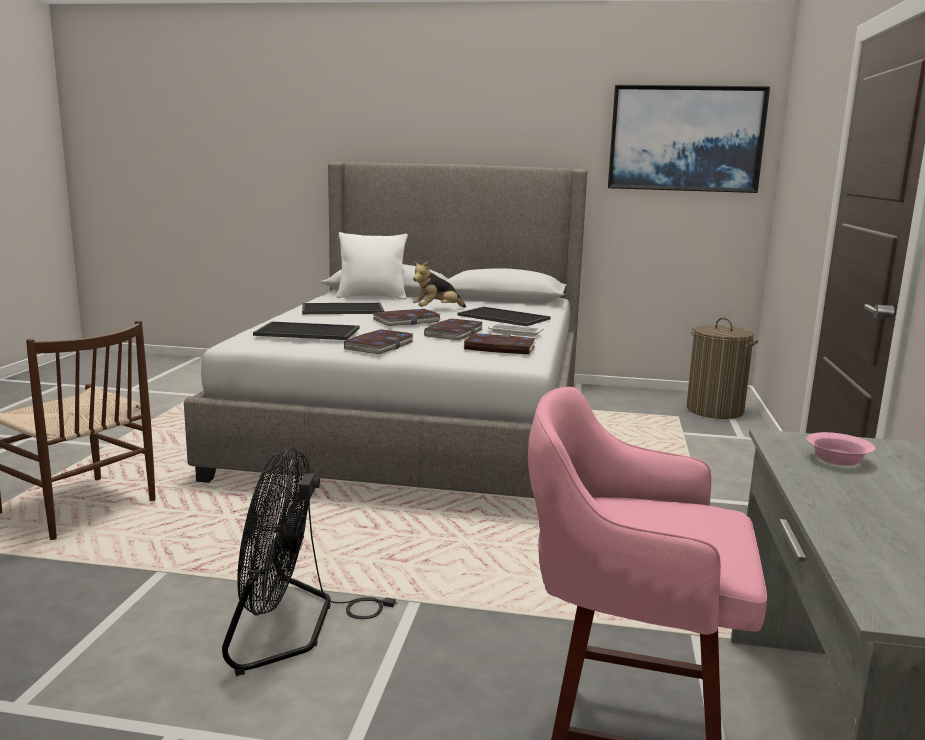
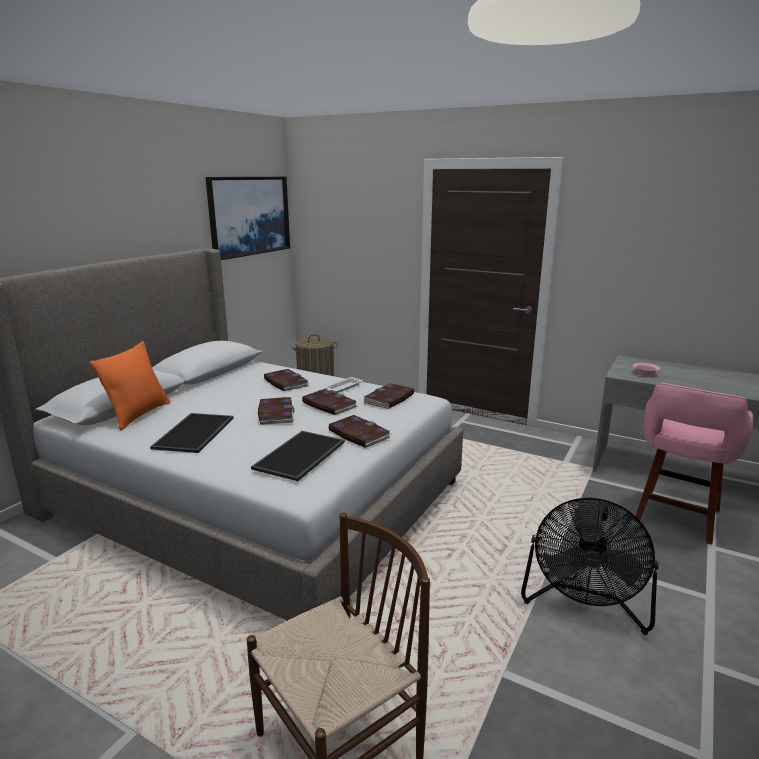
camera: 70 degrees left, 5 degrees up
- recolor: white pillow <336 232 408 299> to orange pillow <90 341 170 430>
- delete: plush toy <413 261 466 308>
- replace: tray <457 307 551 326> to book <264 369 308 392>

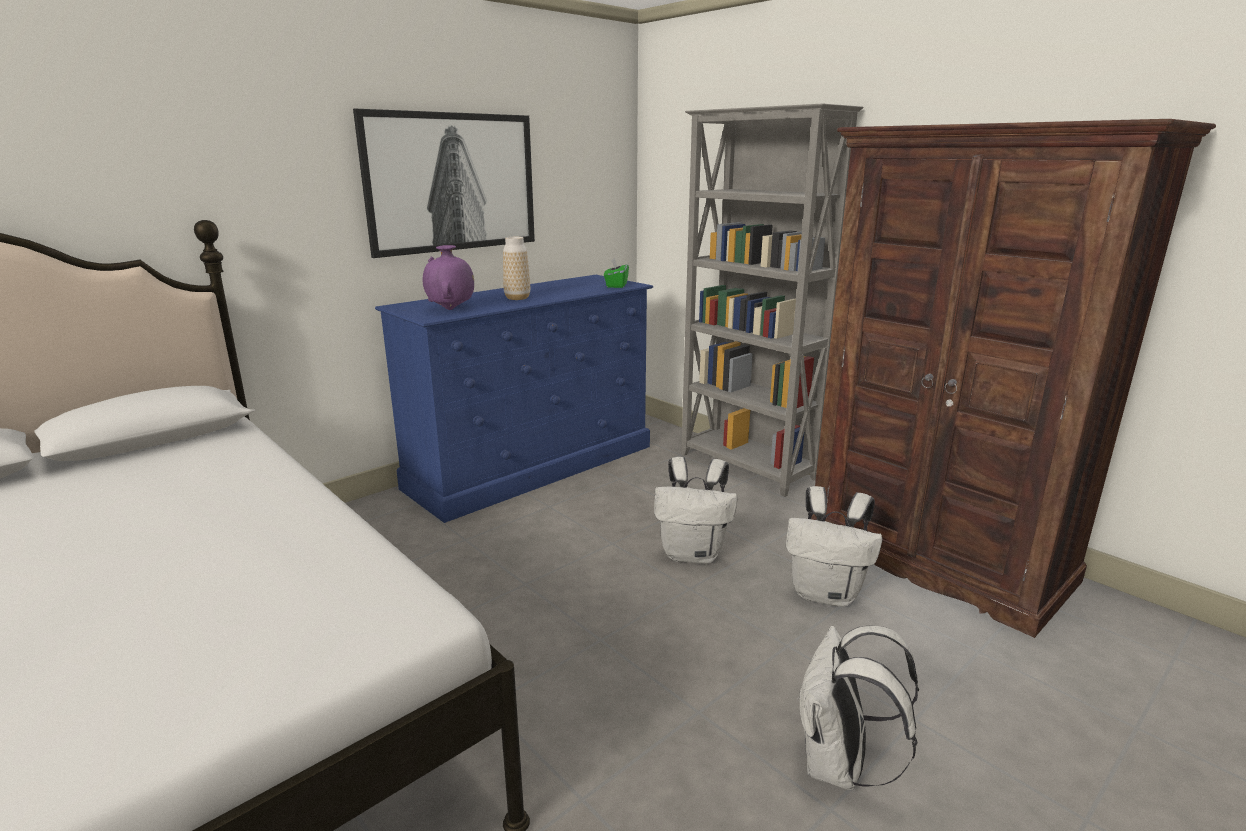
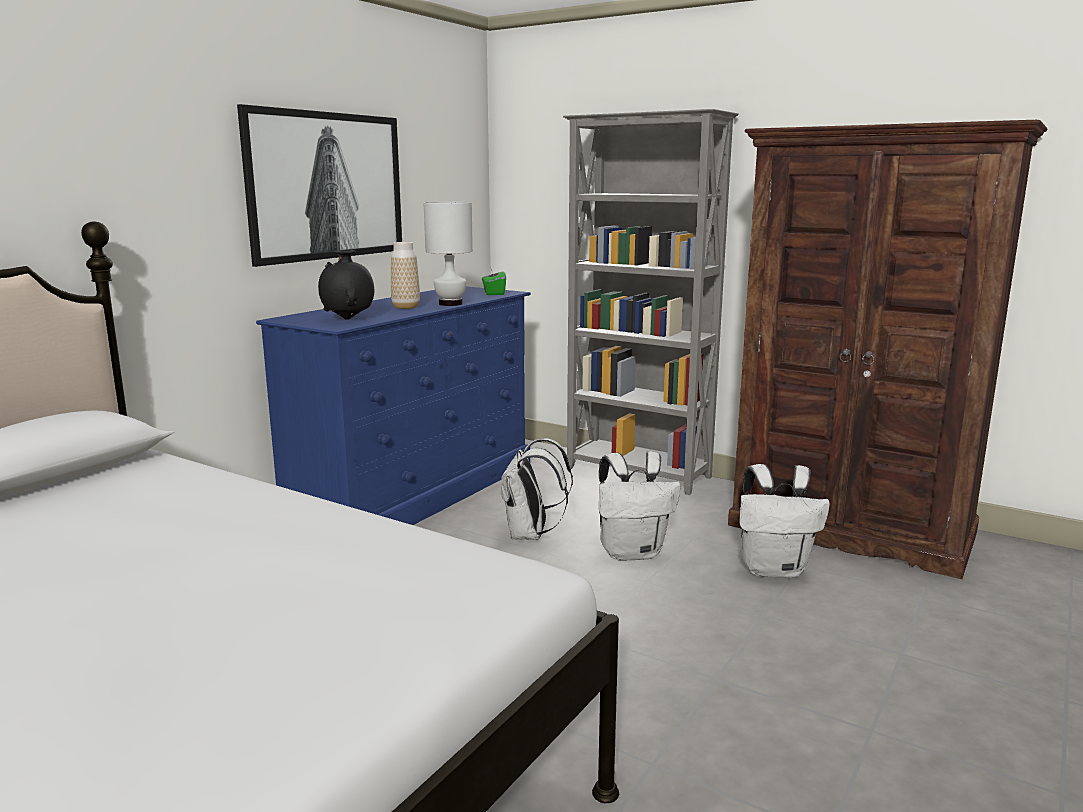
camera: 15 degrees left, 5 degrees down
- recolor: purple vase <422 245 474 310> to black vase <318 250 374 320>
- move: white backpack <797 626 919 790> to <500 438 573 540>
- insert: white table lamp <424 202 473 306>

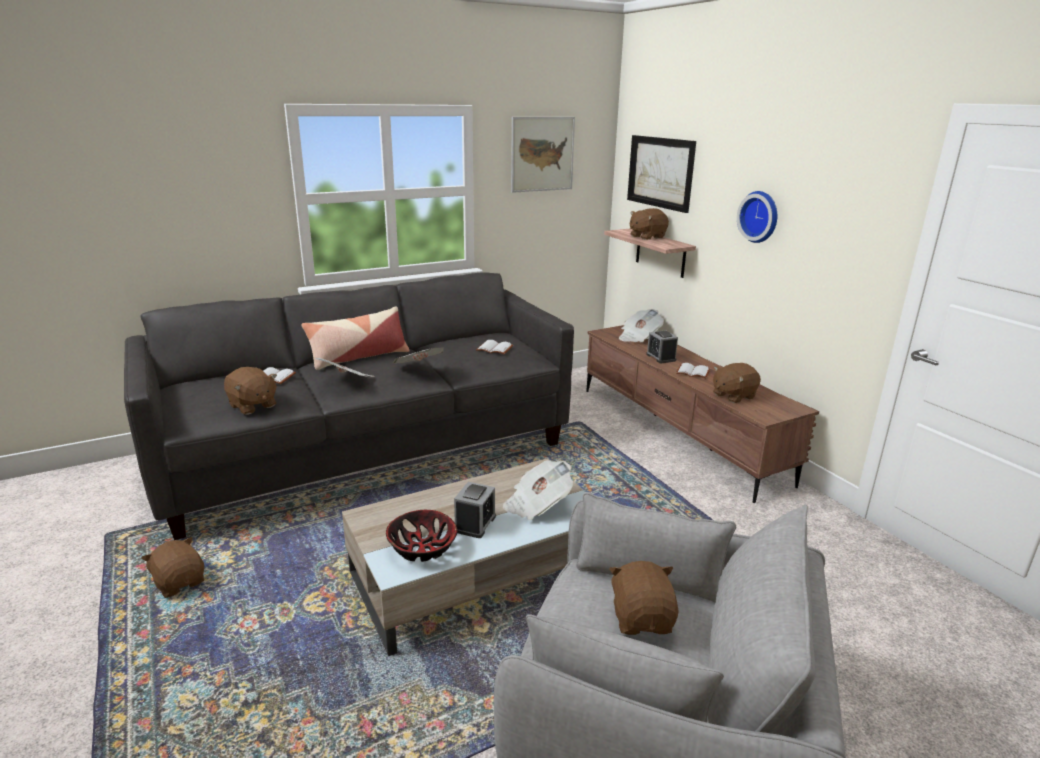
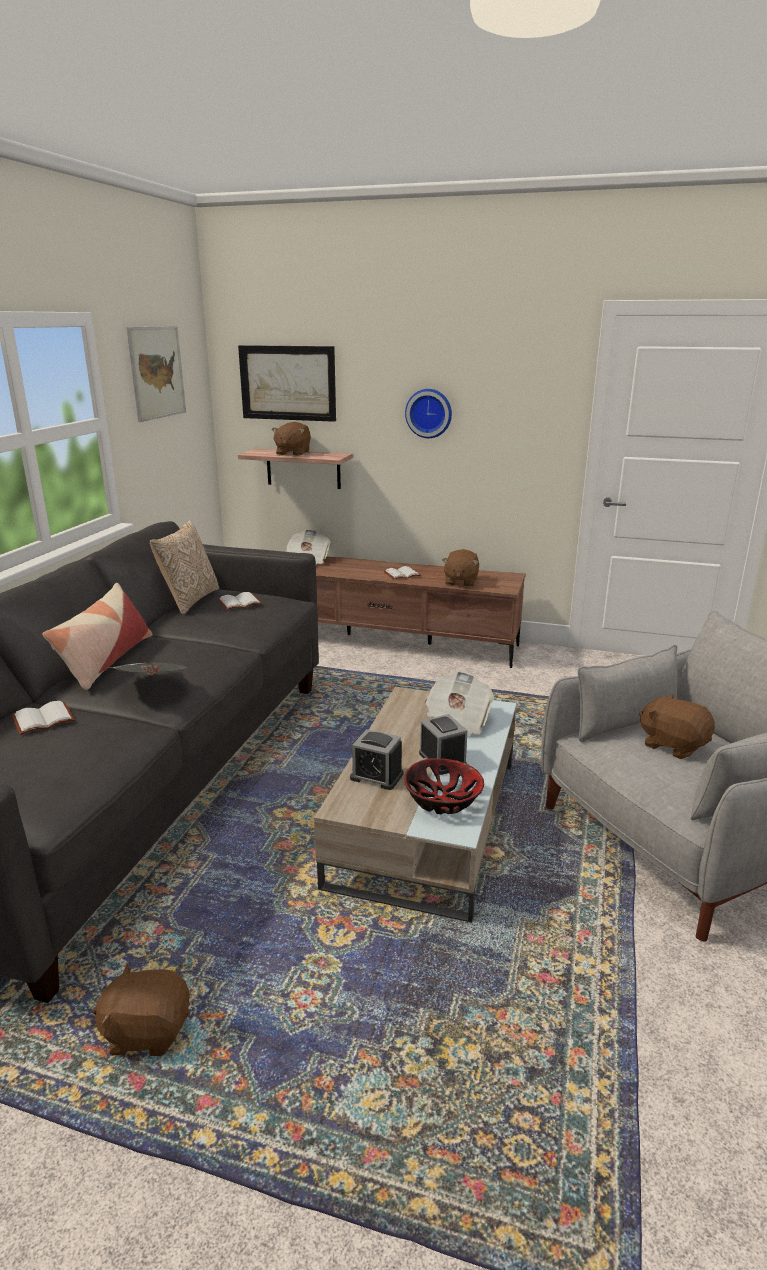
camera: 45 degrees left, 0 degrees up
- move: alarm clock <646 330 678 363> to <350 729 404 790>
- delete: newspaper <393 348 444 364>
- delete: brown plush toy <224 367 277 415>
- insert: pillow <150 520 219 615>

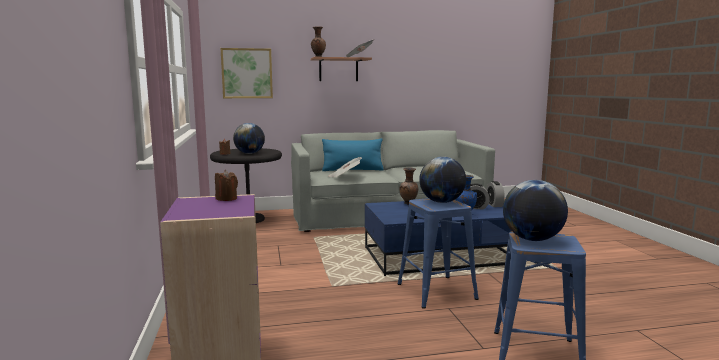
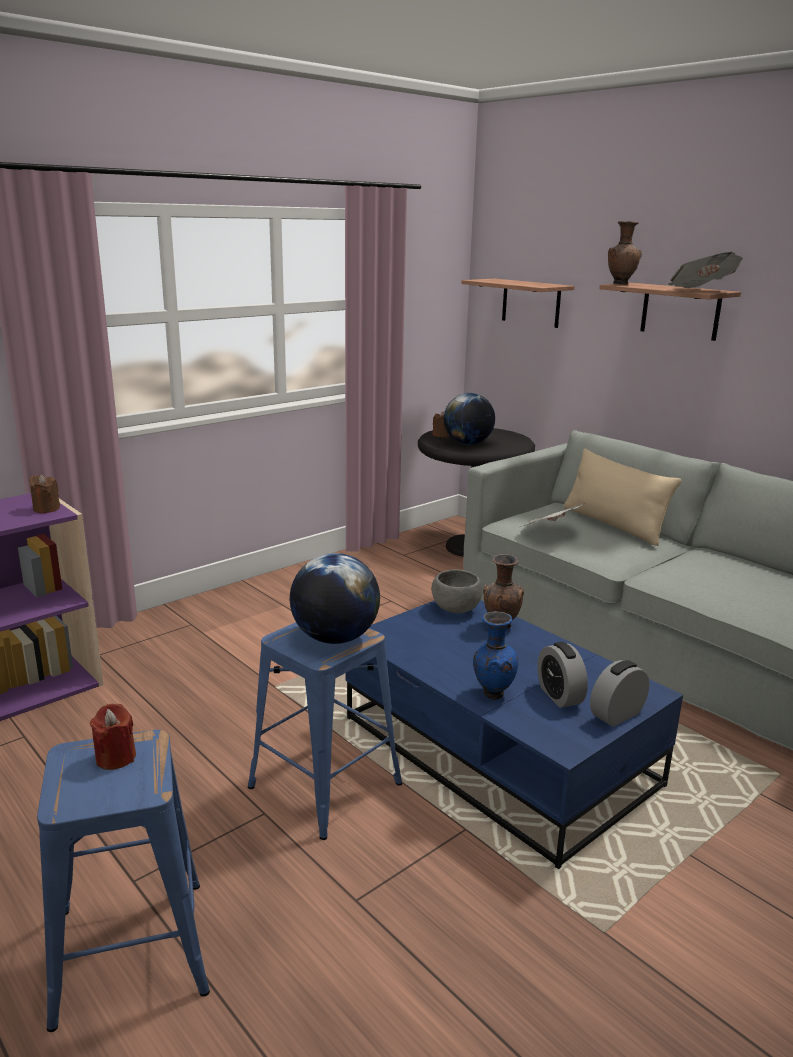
camera: 60 degrees right, 10 degrees up
- replace: picture <220 48 273 98> to shelf <461 279 574 328>
- recolor: blue pillow <322 138 384 171> to beige pillow <563 448 682 546>
- replace: globe <503 180 568 241> to red candle <90 704 136 770>
- insert: grey bowl <431 569 483 613>

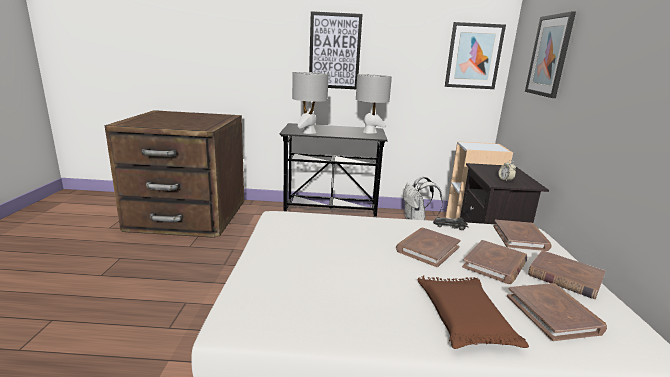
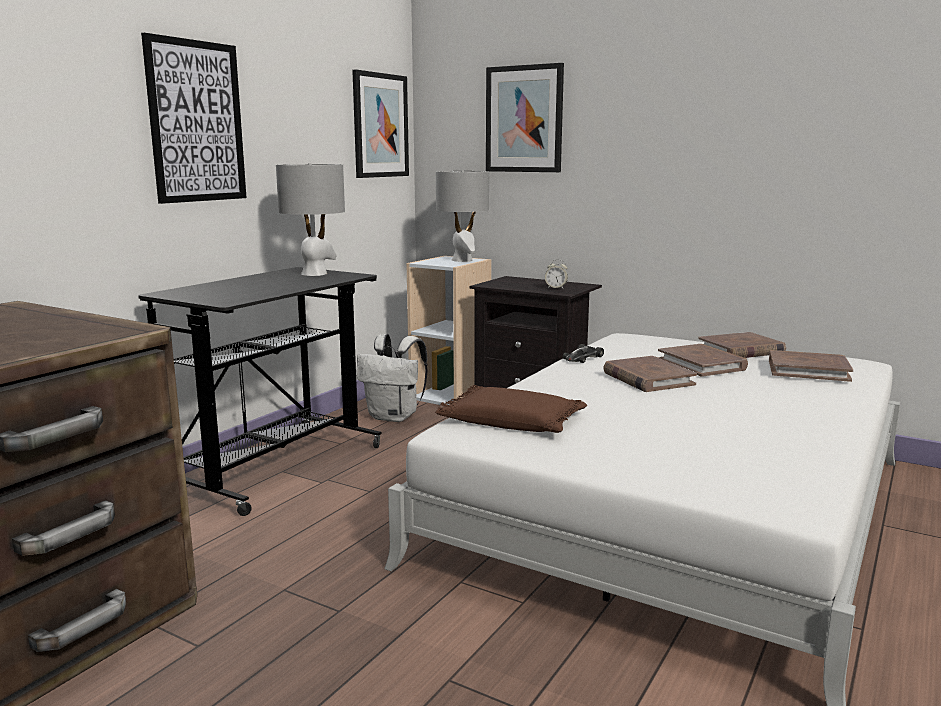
camera: 60 degrees left, 5 degrees down
- move: grey table lamp <292 72 329 134> to <436 170 489 262>
- delete: brown book <493 220 552 251>
- move: brown pillow <418 276 529 349> to <435 385 587 433>

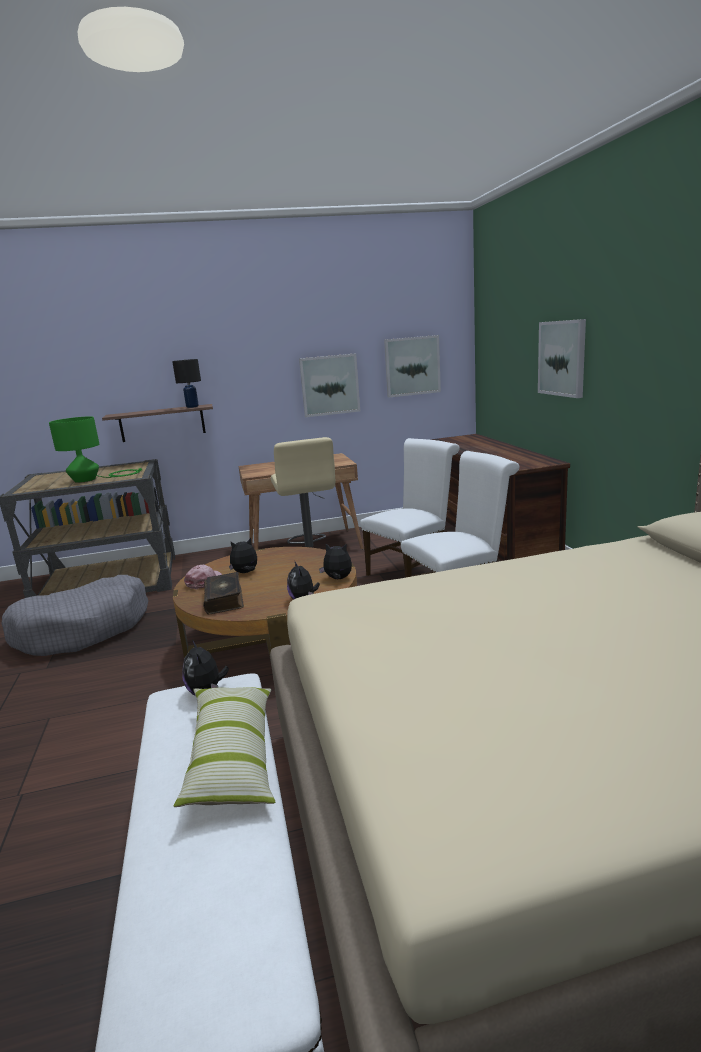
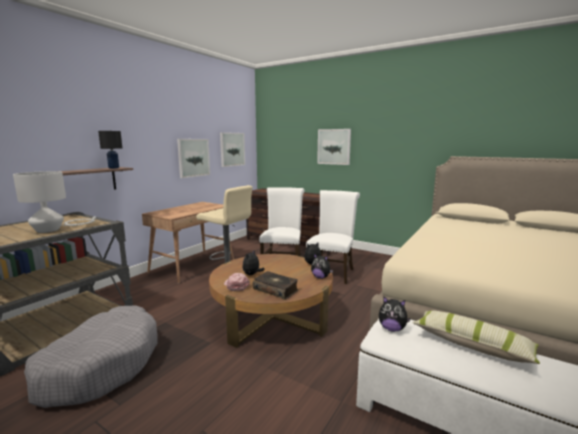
camera: 45 degrees left, 5 degrees down
- recolor: green table lamp <49 416 142 483> to grey table lamp <13 171 96 233>

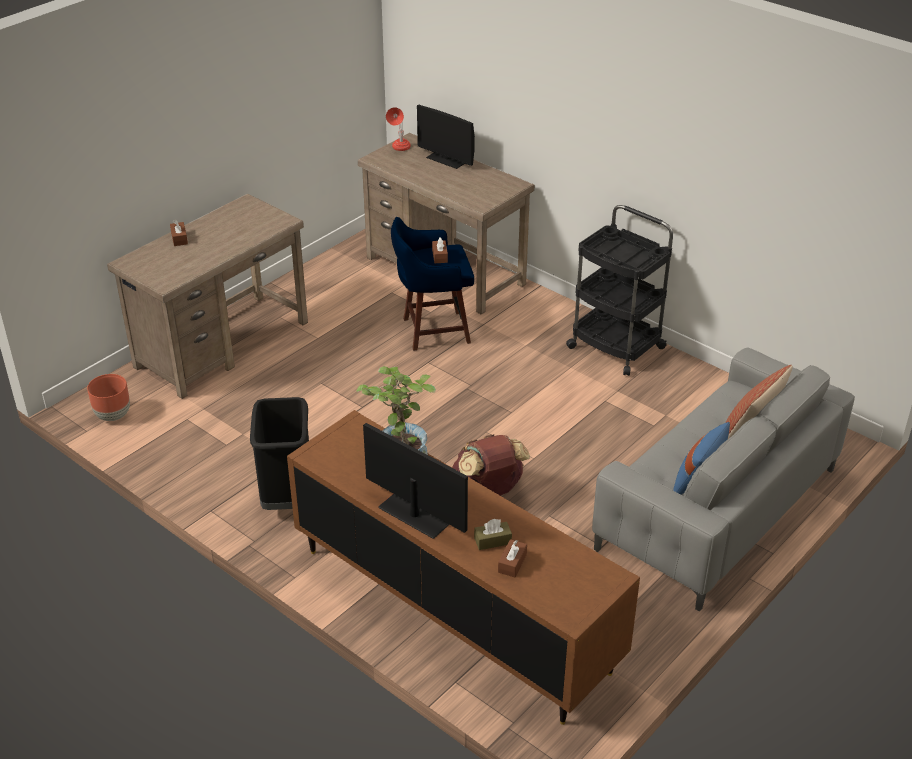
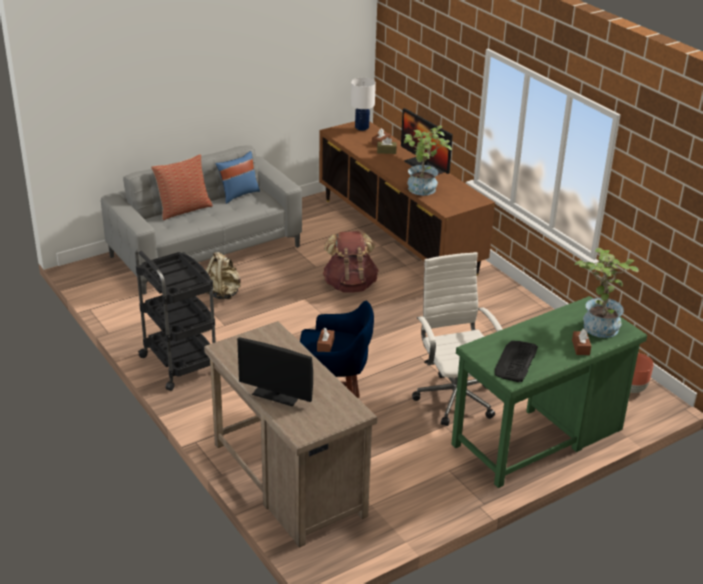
camera: 165 degrees left, 5 degrees down
- rotate: monitor <417 105 475 169> = <237 337 313 406> 150 degrees clockwise
- delete: red table lamp <386 107 411 151>
- recolor: brown desk <107 193 308 399> to green desk <451 296 647 488>
- delete: black trash can <250 397 309 510>
- insert: white table lamp <351 78 376 131>
- insert: potted plant <574 248 639 338>
- insert: beige backpack <206 252 241 300>
- insert: white office chair <412 252 503 426>
- insert: keyboard <495 341 538 382>

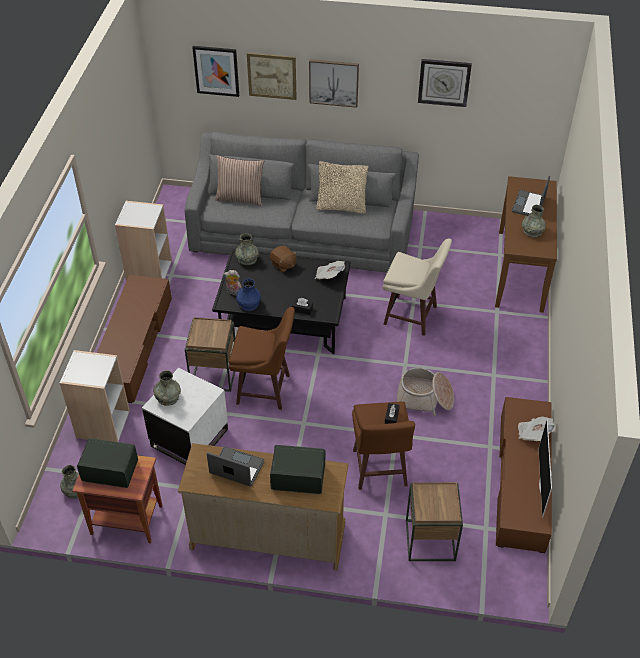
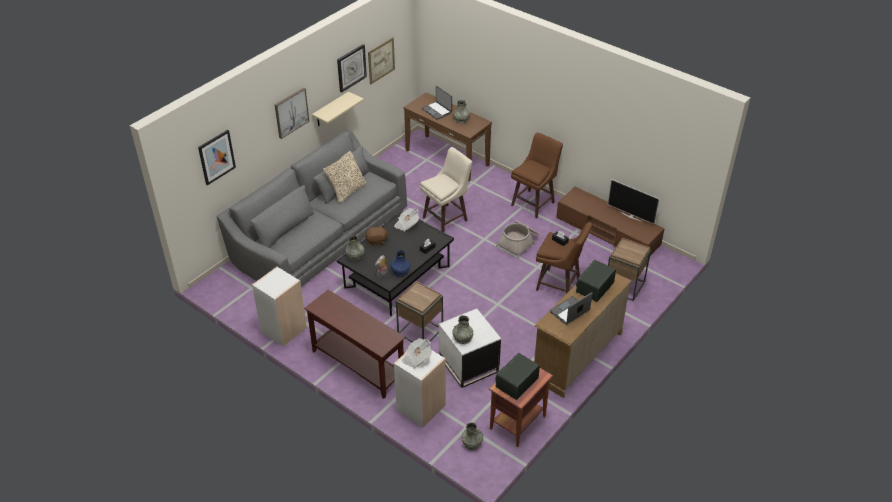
camera: 60 degrees left, 5 degrees down
- move: picture <247 53 297 100> to <368 37 395 84>
- delete: pillow <215 155 264 206>
- replace: brown tv stand <97 275 172 403> to brown console table <304 290 406 399>
- move: brown stool <229 307 295 410> to <511 132 563 218>
- move: newspaper <518 416 555 441> to <402 338 432 369>
- insert: beige shelf <312 91 364 126>

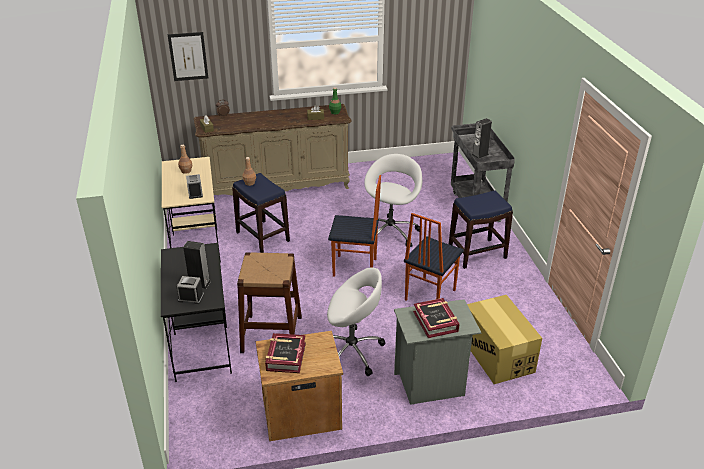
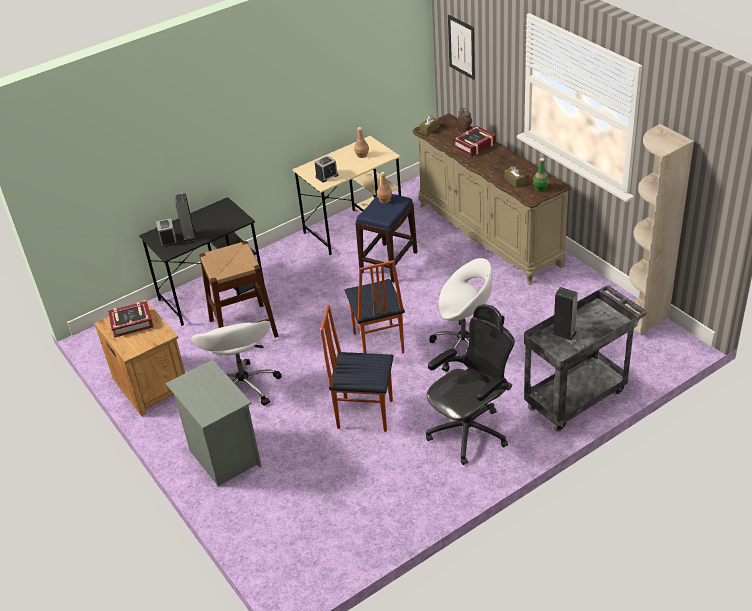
camera: 70 degrees right, 5 degrees up
- replace: stool <449 190 513 269> to office chair <426 304 515 465>
- delete: cardboard box <467 295 542 384>
- move: book <413 298 459 338> to <452 126 496 156>
- insert: beige bookcase <627 124 694 334>

